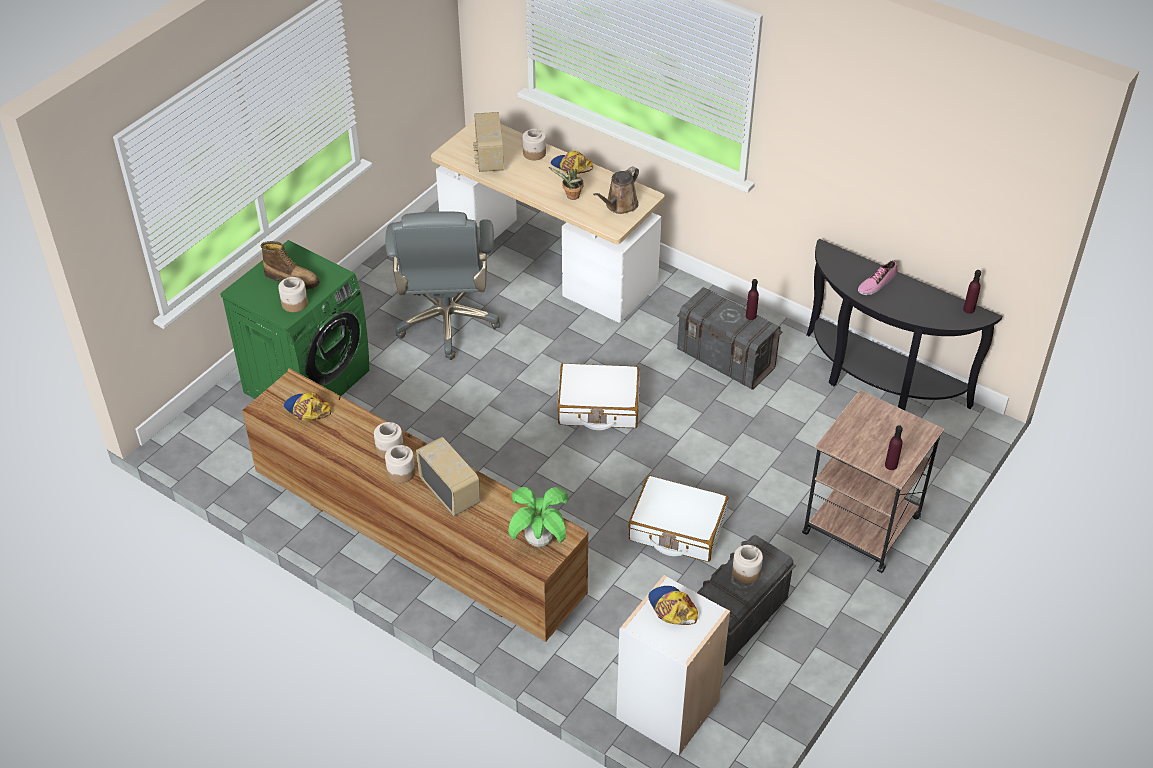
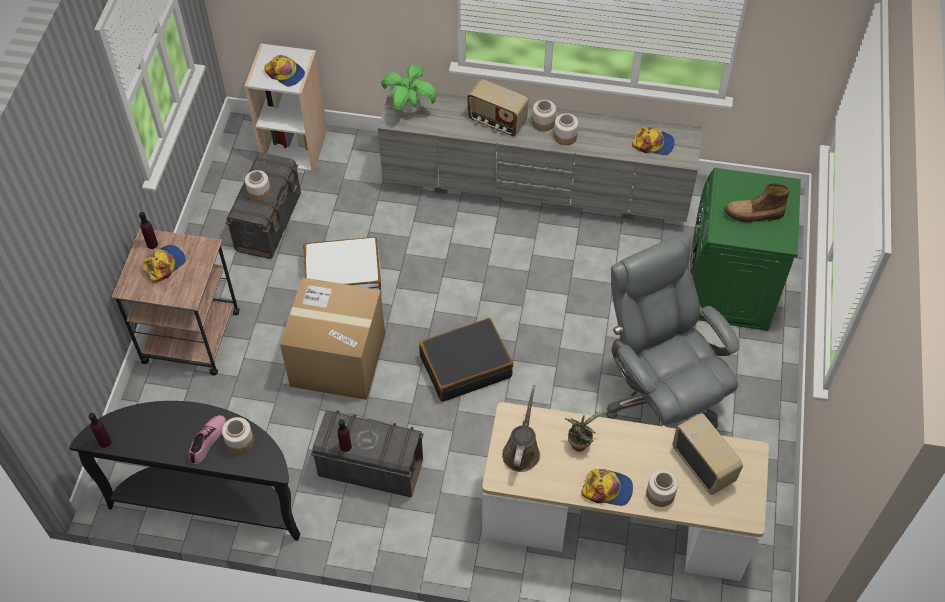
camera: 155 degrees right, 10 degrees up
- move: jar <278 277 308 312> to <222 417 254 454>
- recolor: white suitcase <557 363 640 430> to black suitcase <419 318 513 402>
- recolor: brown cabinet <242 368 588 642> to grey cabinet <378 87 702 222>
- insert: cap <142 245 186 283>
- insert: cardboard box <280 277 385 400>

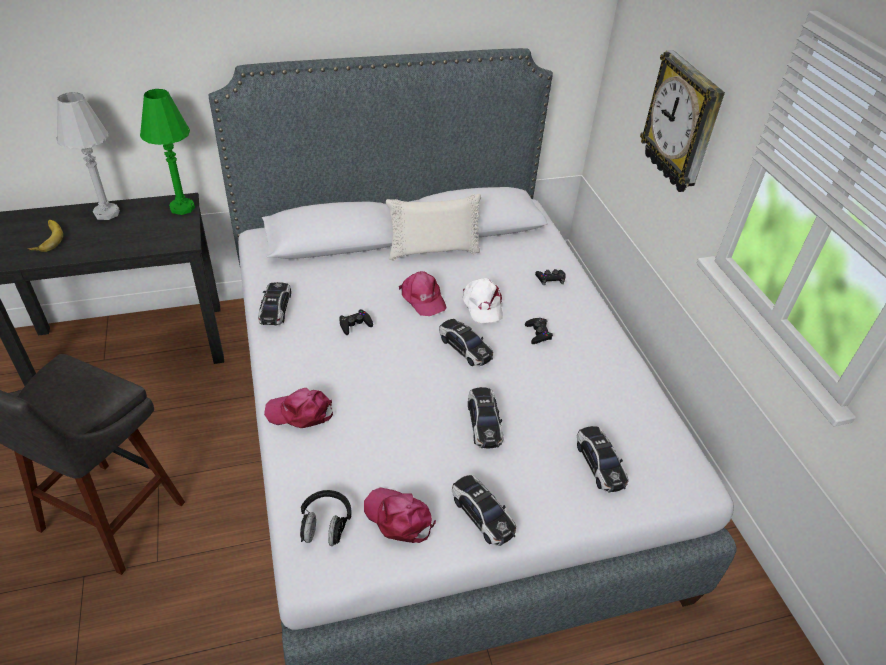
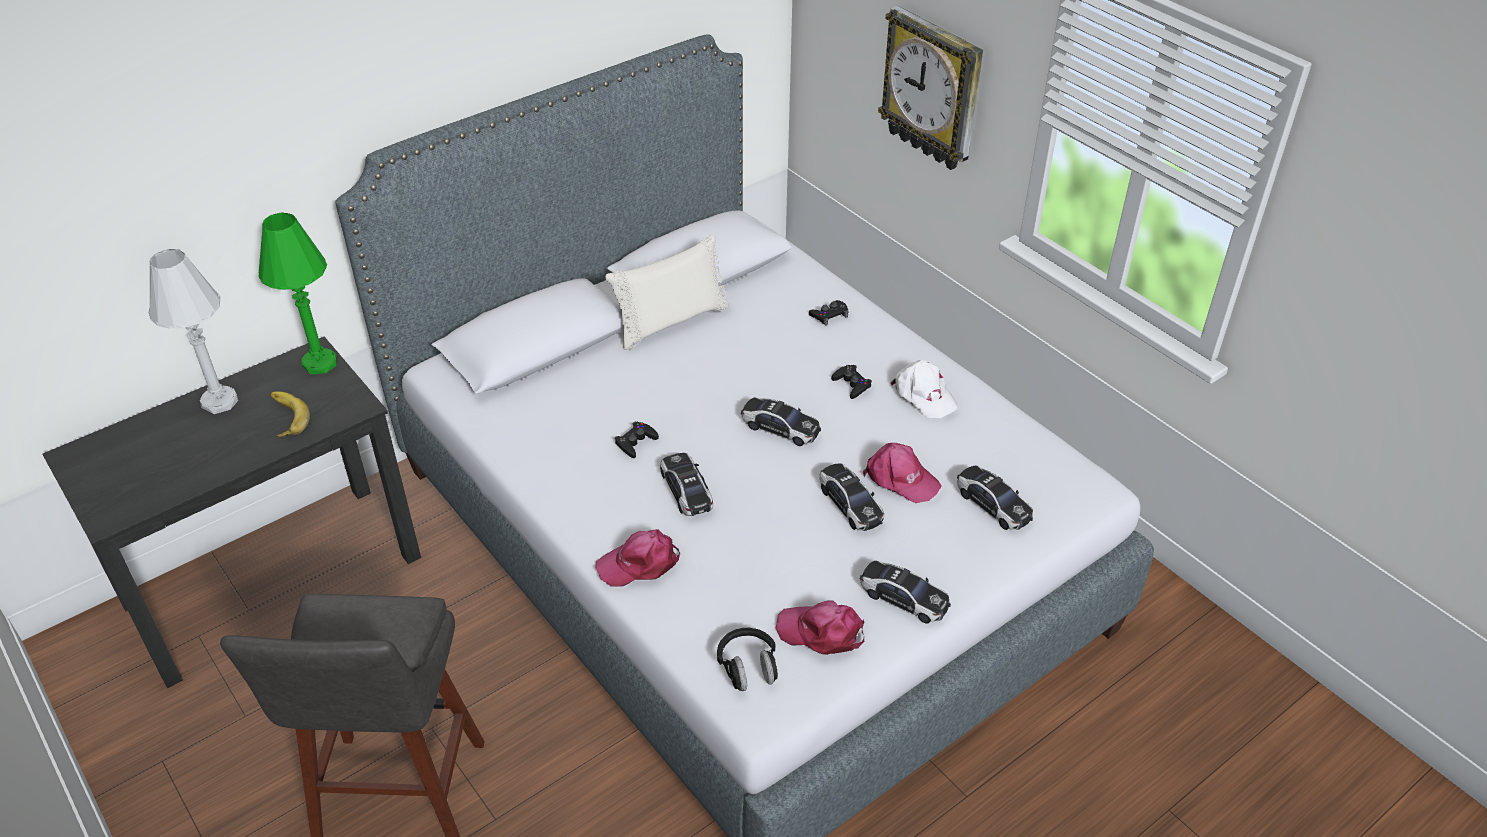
camera: 20 degrees left, 0 degrees up
- move: banana <28 220 63 252> to <271 392 310 438>
- move: pink cap <399 271 447 316> to <863 443 942 503>
- move: white cap <462 278 503 323> to <890 360 958 418>
- move: toy car <258 282 291 326> to <660 453 713 516>

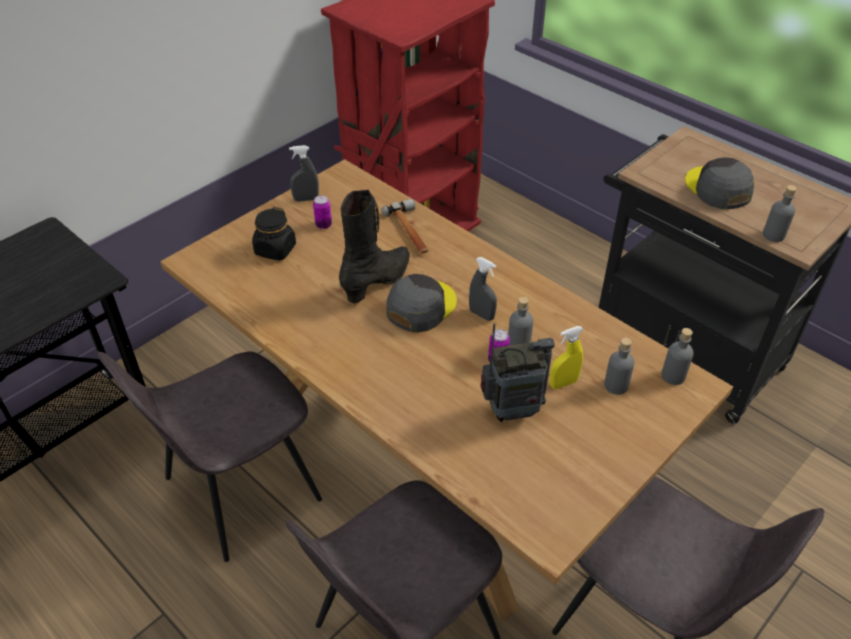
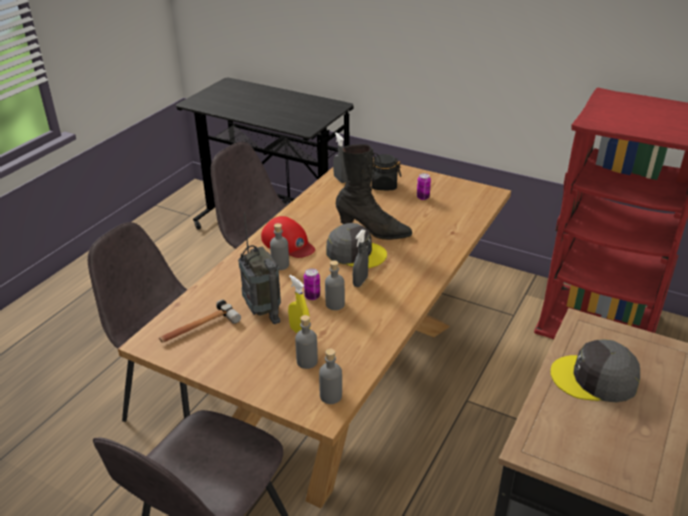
camera: 75 degrees right, 10 degrees down
- move: grey spray bottle <289 145 319 202> to <333 132 346 183>
- rotate: grey cap <685 157 754 210> = <550 339 640 403> 135 degrees counterclockwise
- move: grey bottle <763 185 797 242> to <270 223 289 270>
- move: hammer <381 199 429 254> to <159 300 241 343>
- insert: red cap <261 216 315 258>

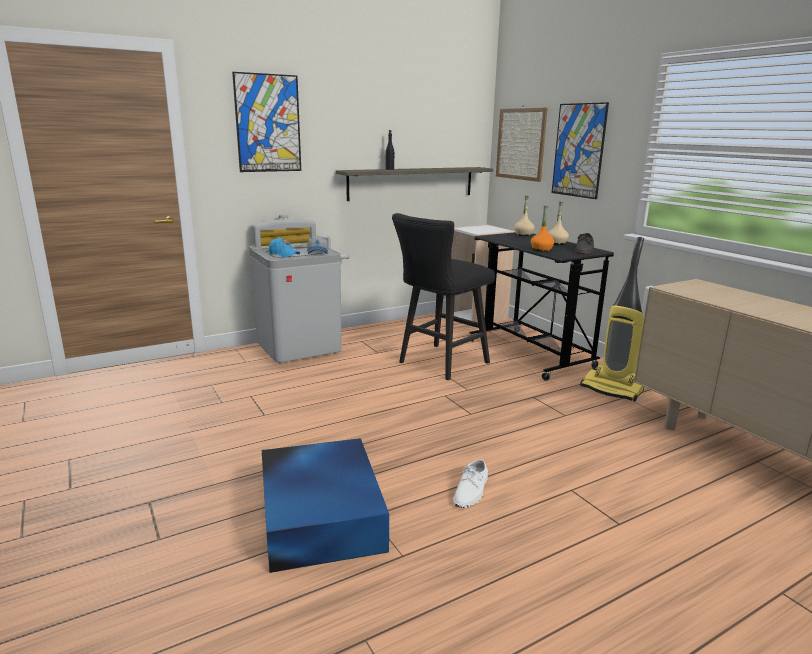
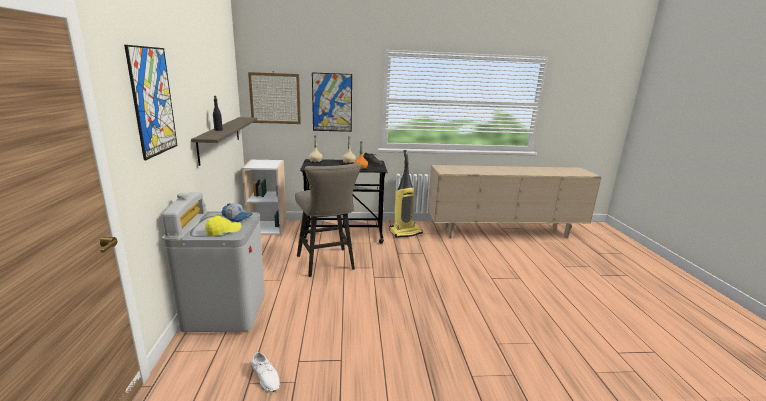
camera: 65 degrees left, 0 degrees up
- recolor: black stool <392 213 495 380> to beige stool <295 163 361 277>
- recolor: blue cap <269 237 300 258> to yellow cap <205 216 241 236>
- delete: blue storage box <262 438 389 573>
- move: white shoe <453 459 488 508> to <251 352 280 393>

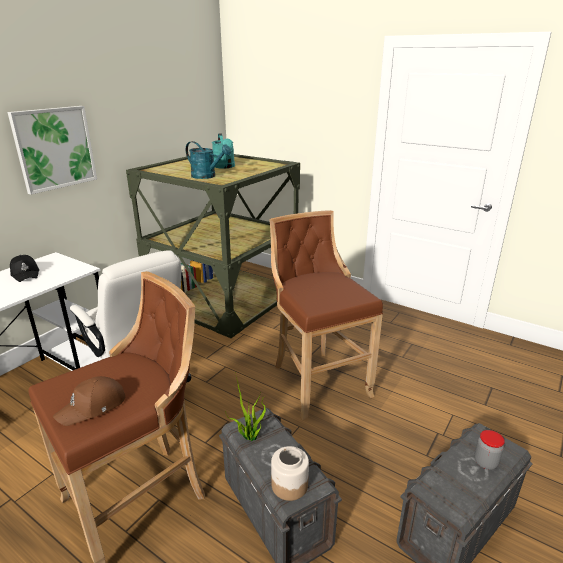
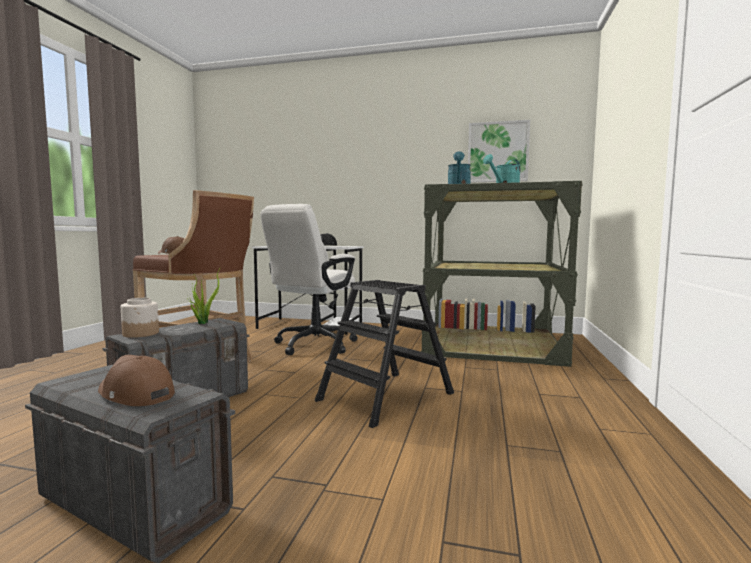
camera: 70 degrees right, 20 degrees down
- move: picture <8 106 97 195> to <468 120 530 183>
- replace: brown stool <269 210 383 420> to black step ladder <315 280 454 428>
- replace: jar <474 430 505 470> to brown cap <98 355 175 406>

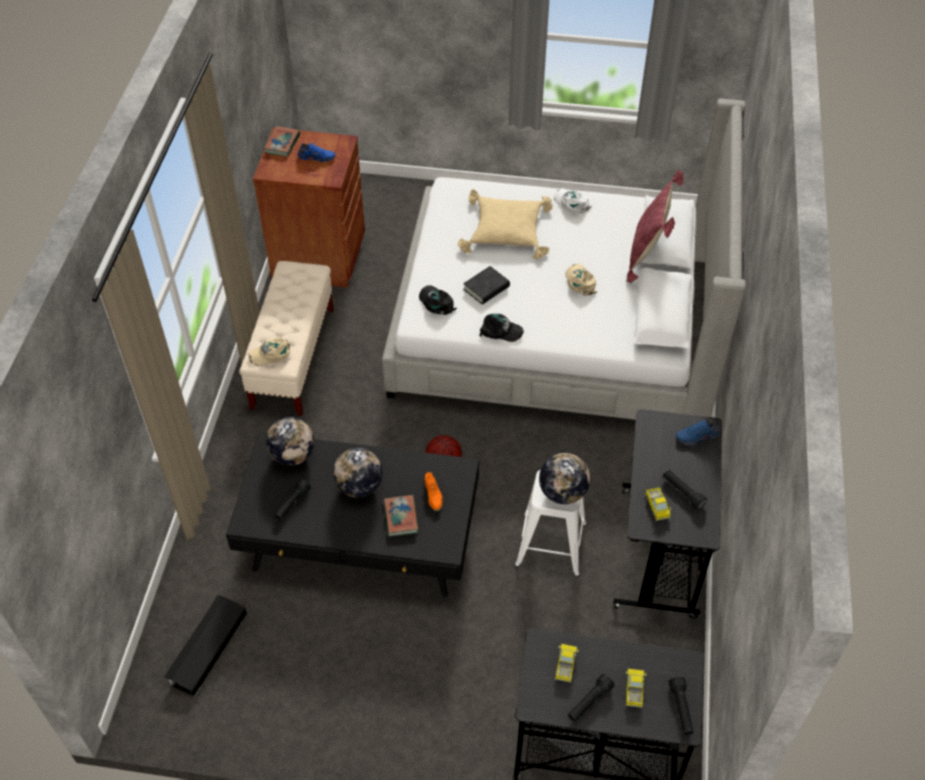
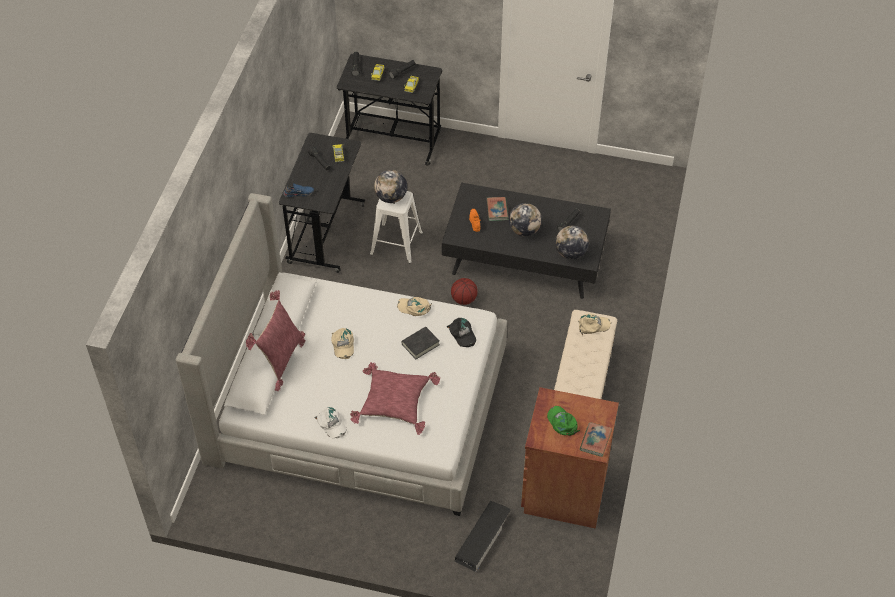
camera: 175 degrees left, 0 degrees up
- replace: blue shoe <297 143 336 162> to green cap <547 406 580 436>
- recolor: beige pillow <457 189 553 259> to red pillow <350 362 441 435>
- recolor: black cap <479 314 524 342> to beige cap <397 297 432 316>
- move: black storage box <164 595 247 697> to <455 501 511 572>

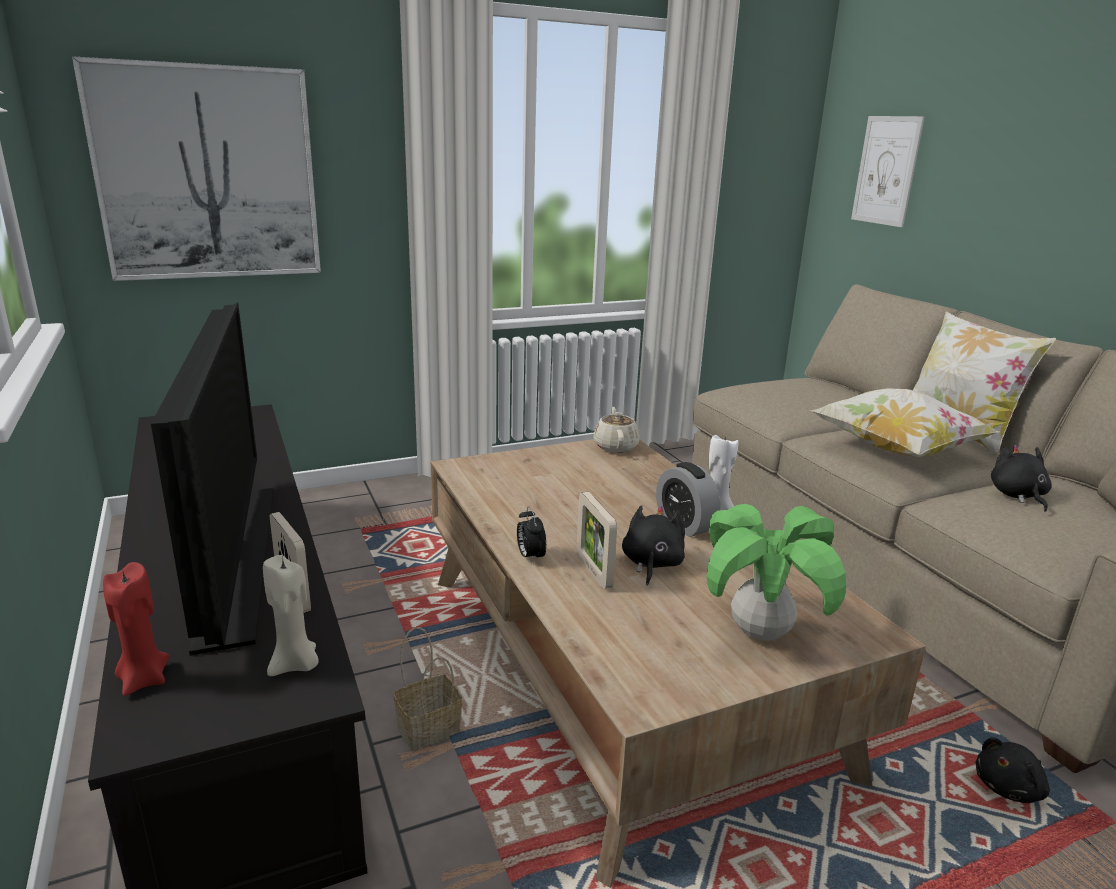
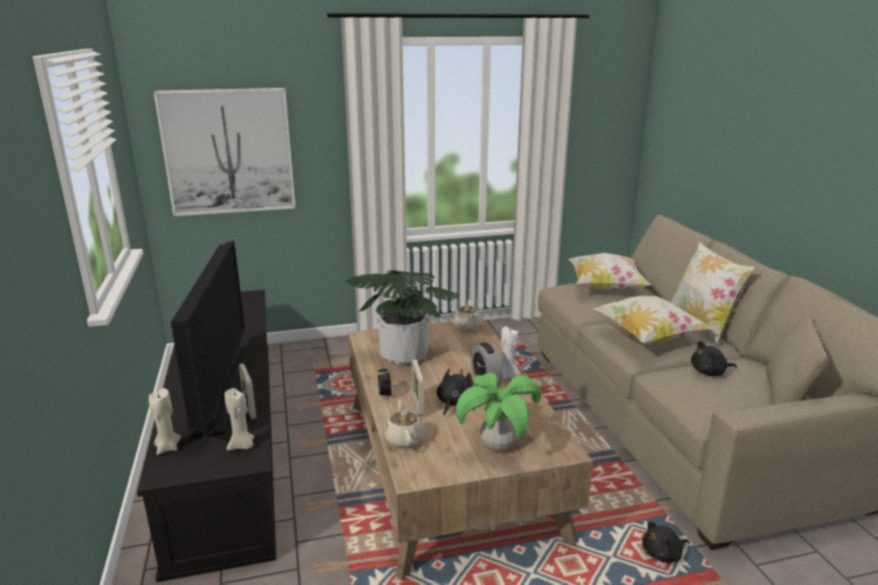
camera: 10 degrees right, 0 degrees up
- delete: picture <851 116 924 227>
- rotate: black plush toy <991 445 1052 512> = <691 341 737 376> 105 degrees counterclockwise
- recolor: red candle <103 562 169 696> to beige candle <149 388 181 455>
- delete: basket <393 627 463 751>
- insert: pillow <568 253 651 291>
- insert: potted plant <346 270 459 365>
- insert: beige teapot <384 400 425 448>

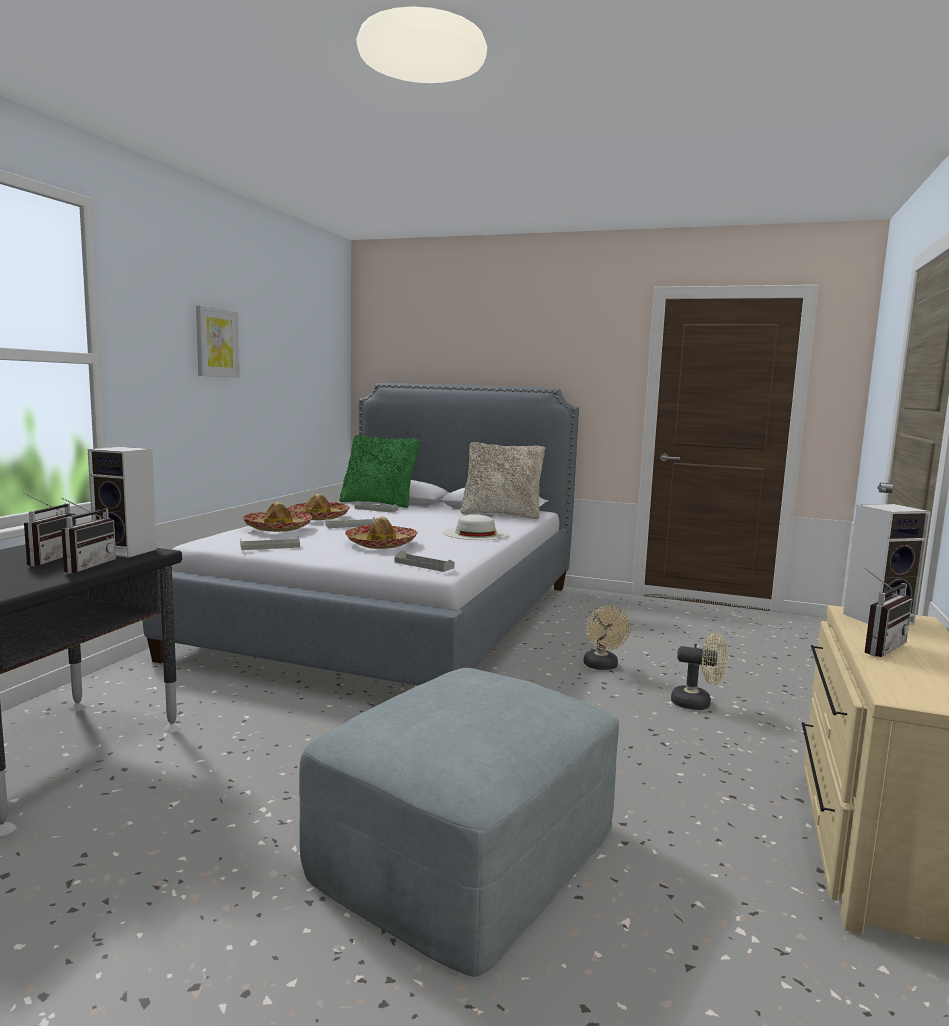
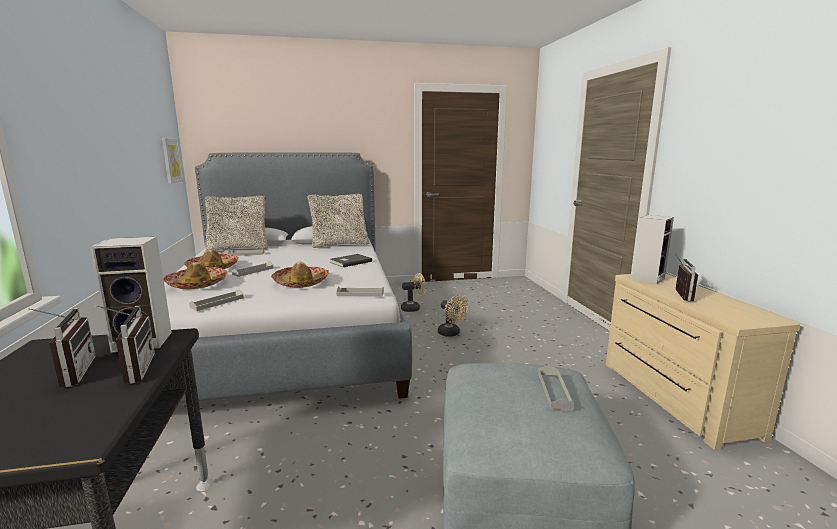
camera: 30 degrees left, 5 degrees up
- move: picture <196 305 240 377> to <162 138 184 184>
- recolor: green pillow <340 435 421 508> to beige pillow <205 196 268 251>
- replace: white hat <443 515 509 540> to grey book <330 254 372 267>
- move: beige fan <671 633 728 710> to <401 273 426 312>
- insert: grey tray <538 365 574 410>

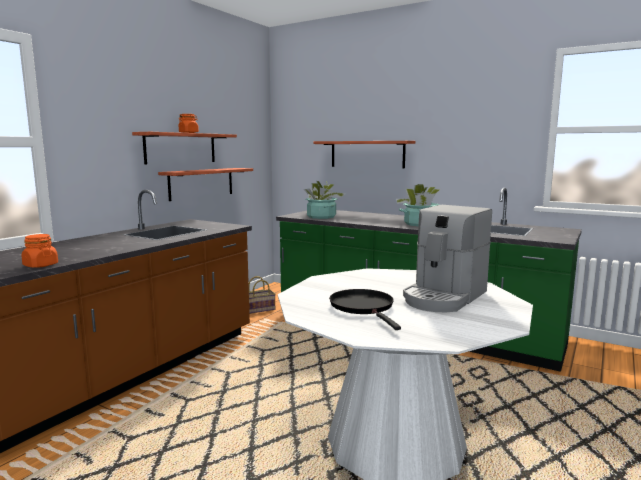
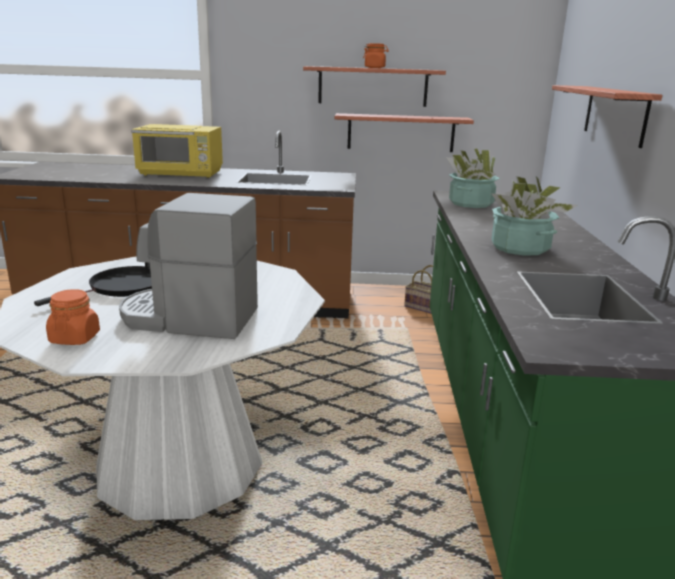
camera: 60 degrees right, 10 degrees up
- move: orange jar <21 234 58 268> to <46 289 100 345>
- insert: yellow microwave <131 124 223 178>

